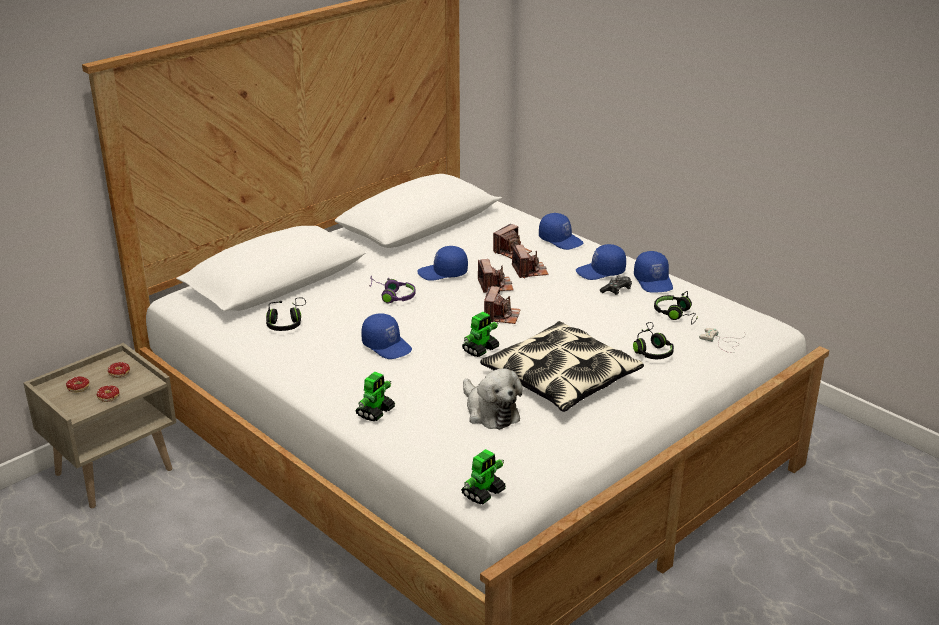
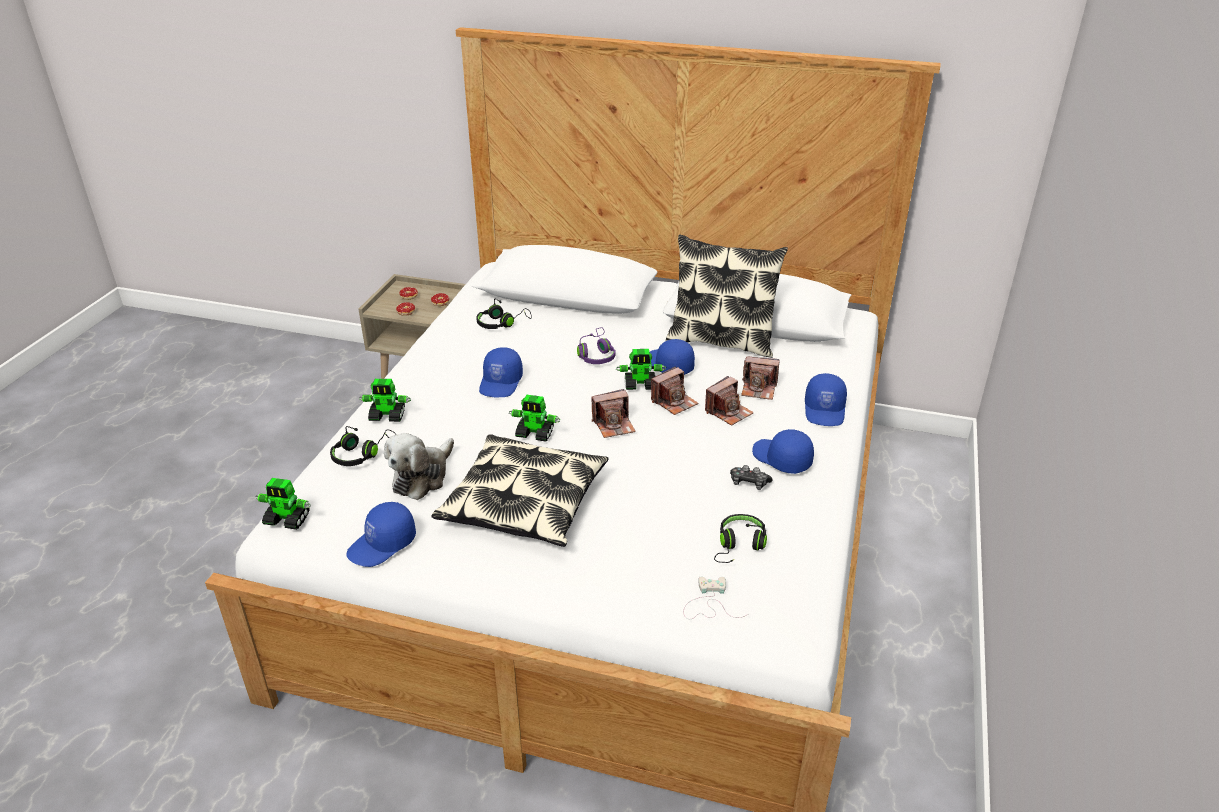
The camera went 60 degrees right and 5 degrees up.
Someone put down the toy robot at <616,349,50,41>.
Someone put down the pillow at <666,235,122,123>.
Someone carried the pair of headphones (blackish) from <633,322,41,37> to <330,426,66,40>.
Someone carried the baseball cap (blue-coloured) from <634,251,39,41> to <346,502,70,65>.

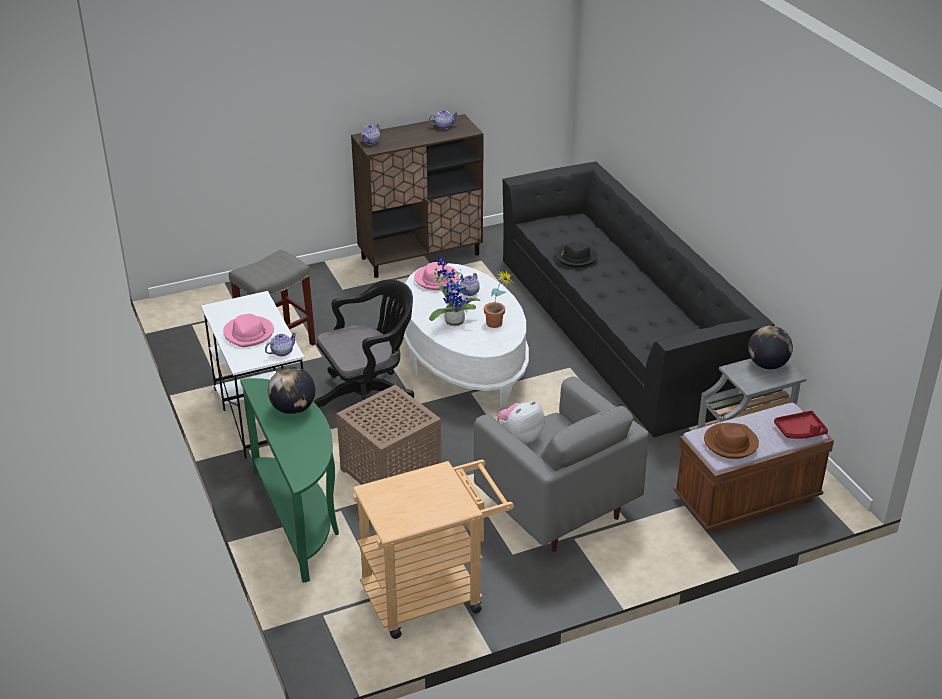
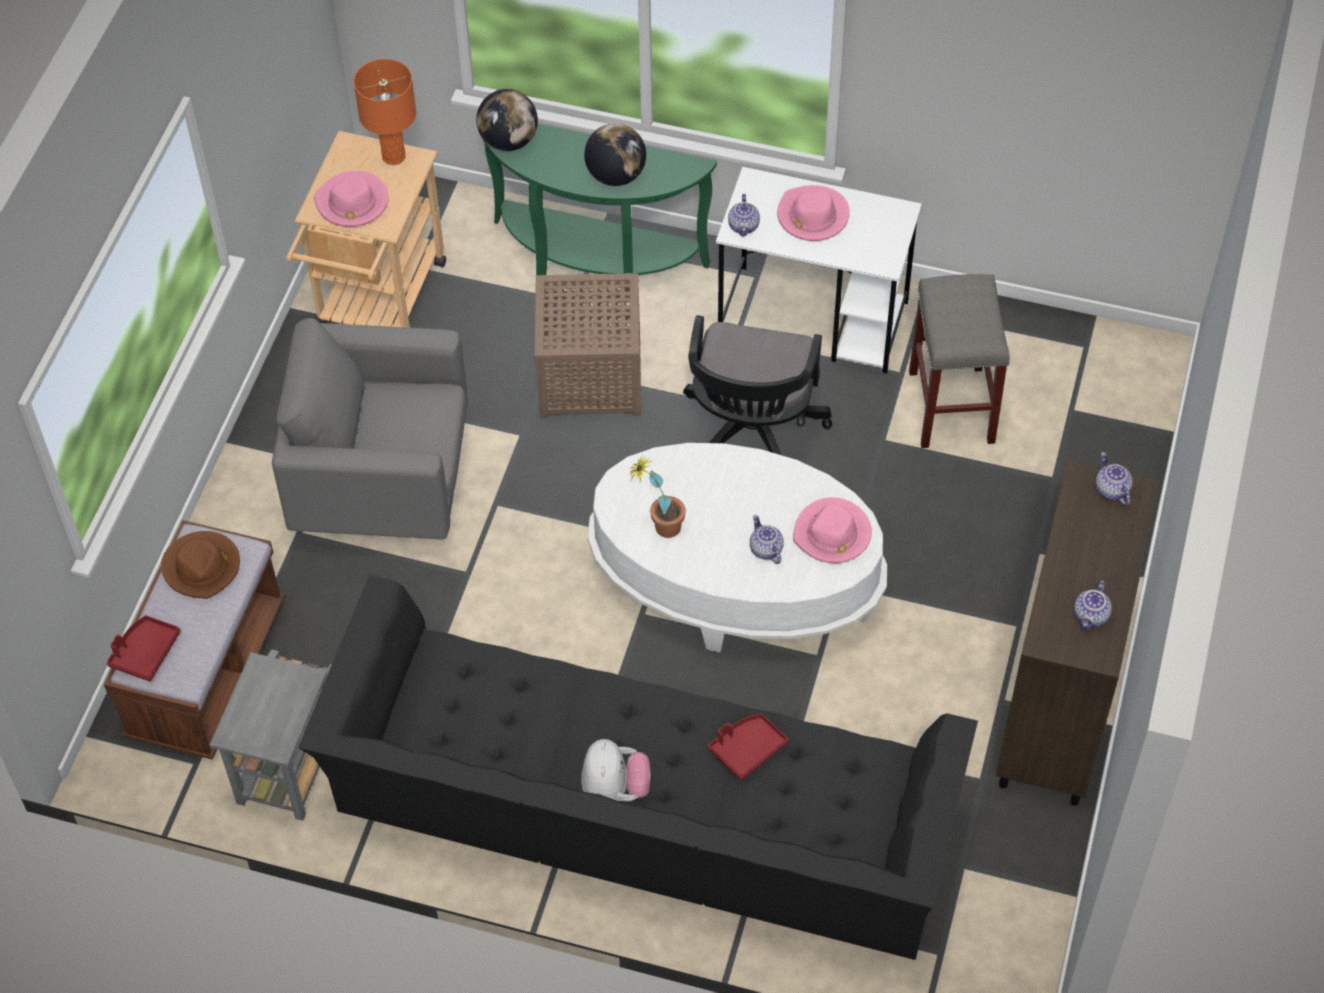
The camera went 130 degrees right and 20 degrees up.
Someone took away the potted plant at <429,256,51,70>.
Someone put down the clothing hat (pink) at <314,171,74,56>.
Someone put down the tabletop lamp (orange) at <354,59,62,106>.
Someone carried the plush toy from <497,401,48,43> to <581,739,69,62>.
Someone carried the world globe from <748,326,45,43> to <476,89,62,62>.
Someone swapped the clothing hat (blackish) at <555,242,44,25> for the carrying tray (red-coloured) at <708,713,81,67>.

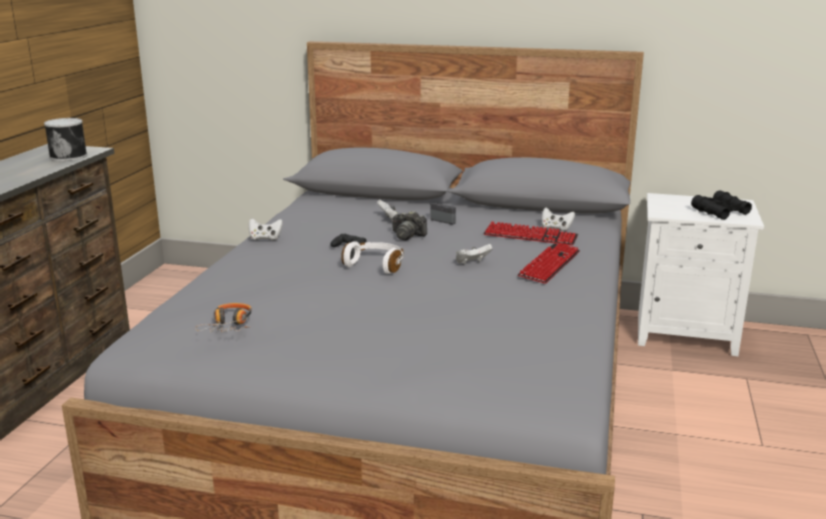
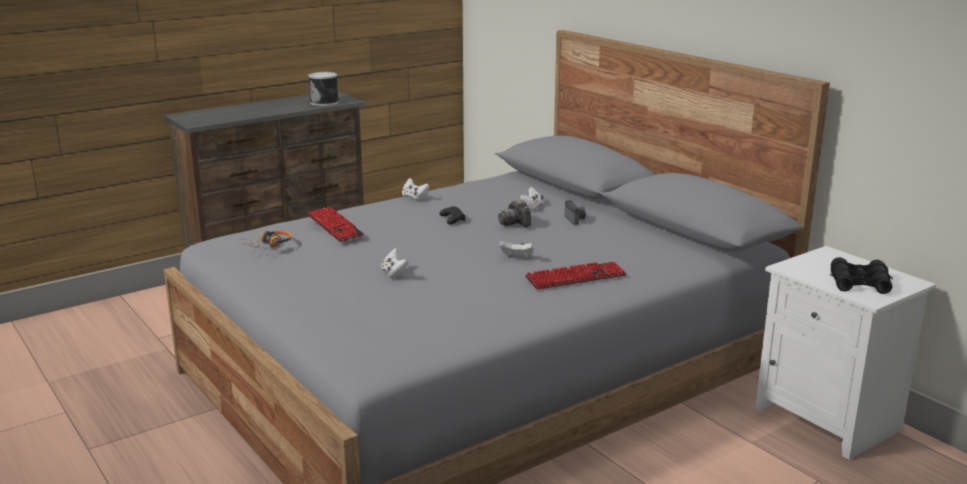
The camera went 40 degrees right and 0 degrees up.
Someone took away the pair of headphones (white-coloured) at <341,241,63,33>.
Someone carried the keyboard from <483,221,95,24> to <307,206,57,36>.
Someone carried the game controller (white-coloured) from <542,208,33,23> to <381,248,28,30>.

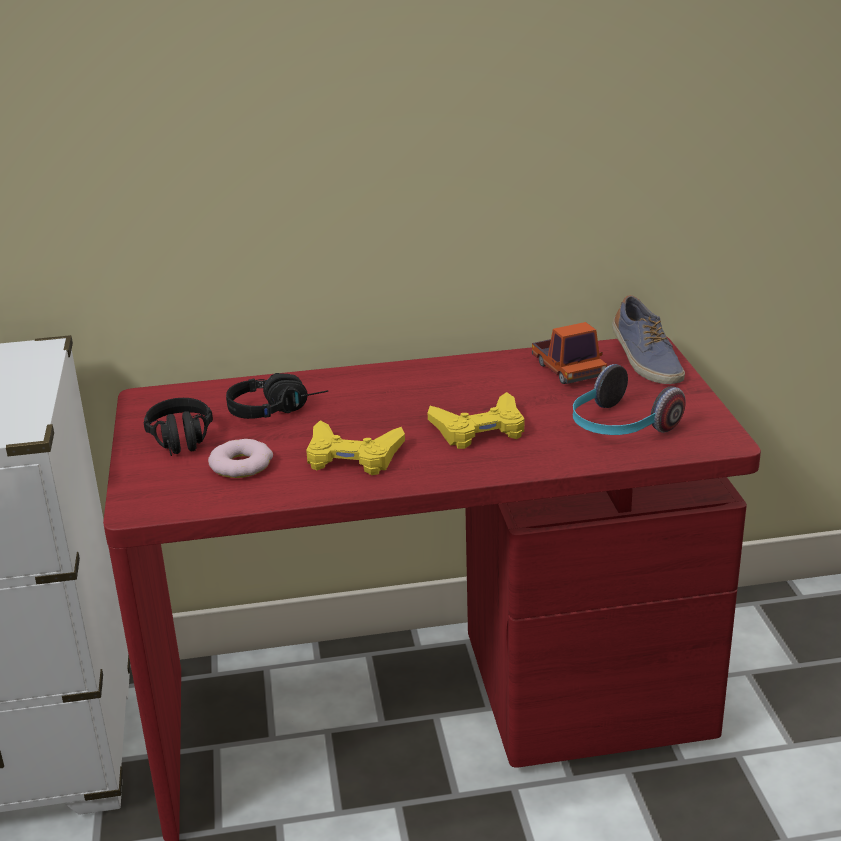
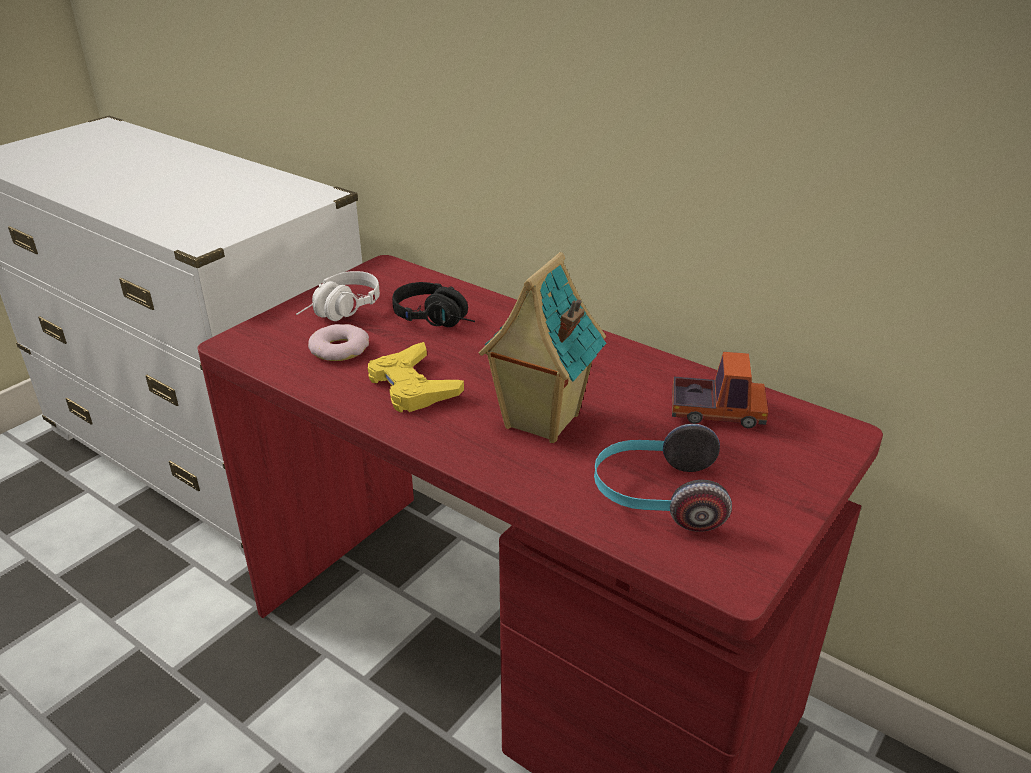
The camera went 45 degrees right and 5 degrees up.
Someone took away the item of footwear at <612,295,73,89>.
Someone swapped the game controller (yellowish) at <428,392,96,57> for the toy house at <479,252,128,191>.
Someone repainted the pair of headphones (blackish) at <144,398,69,58>, which became the pair of headphones (white-coloured) at <296,271,84,50>.
Someone rotated the model truck at <532,322,75,62> by 105 degrees counterclockwise.

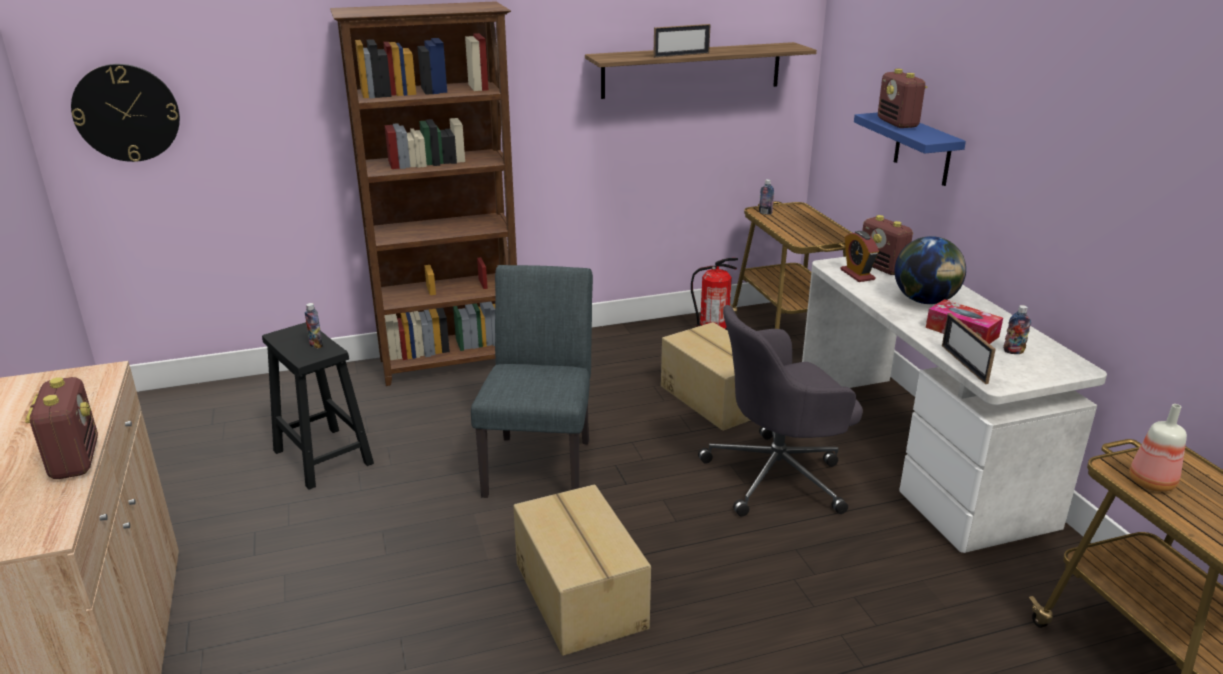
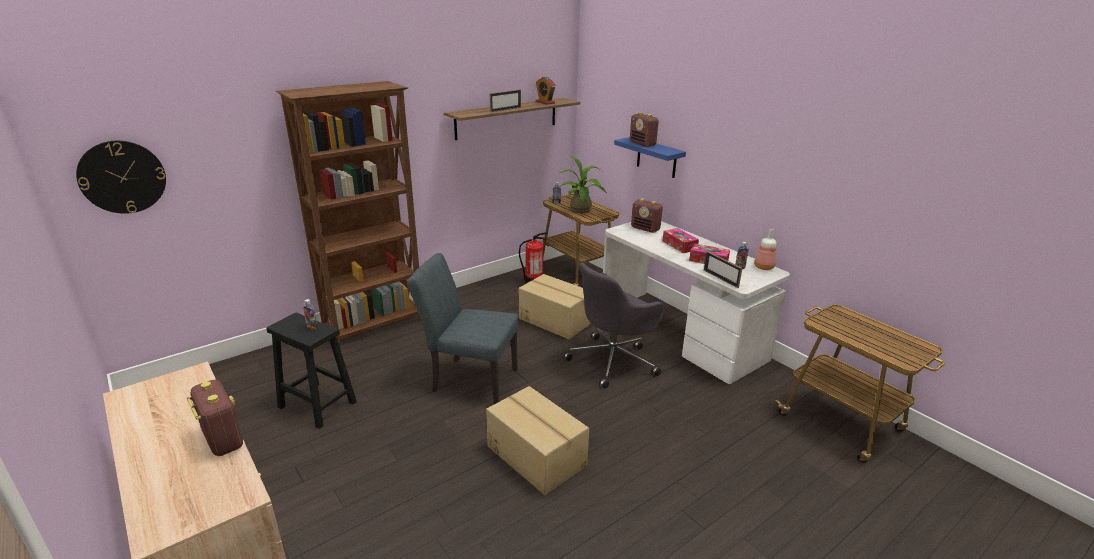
The camera went 20 degrees left and 0 degrees up.
Someone put down the potted plant at <560,156,47,57>.
Someone carried the table clock from <841,231,38,51> to <536,77,20,28>.
Someone carried the drink bottle from <1129,404,58,88> to <754,229,23,41>.
Someone swapped the world globe at <894,236,72,68> for the tissue box at <662,228,37,25>.
Someone rotated the chair (greyish) at <471,265,122,233> by 60 degrees counterclockwise.

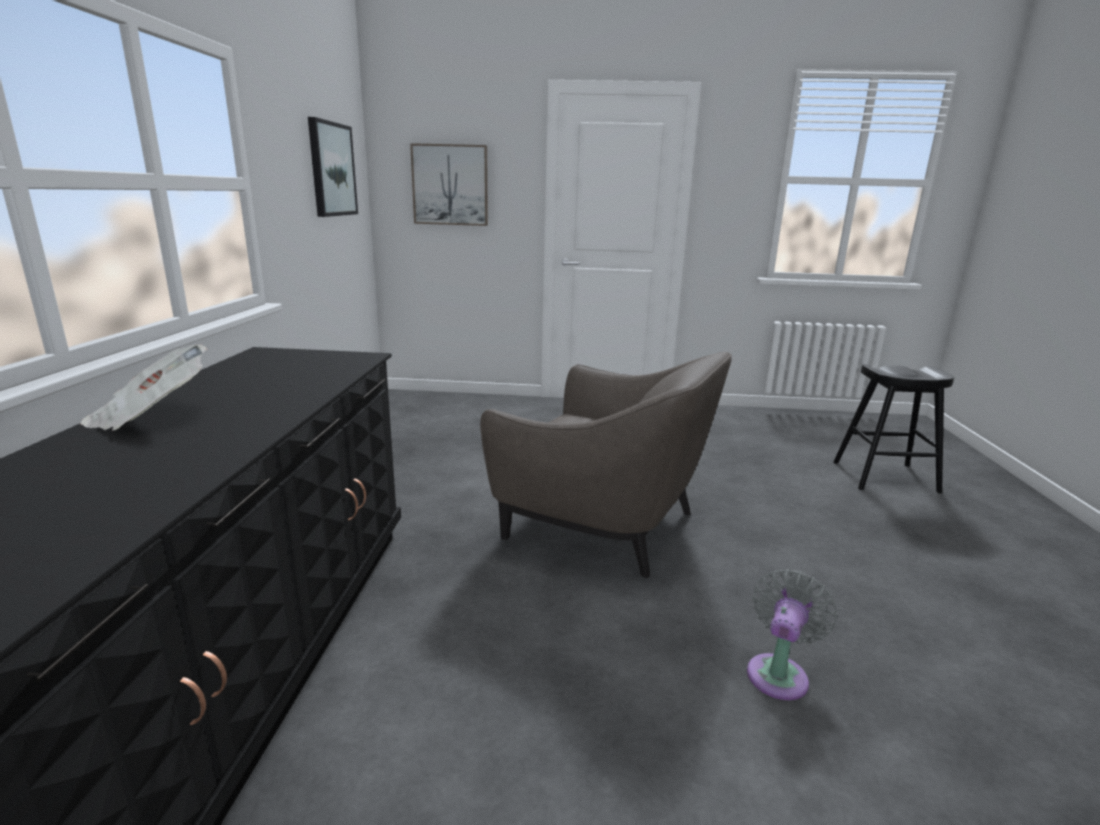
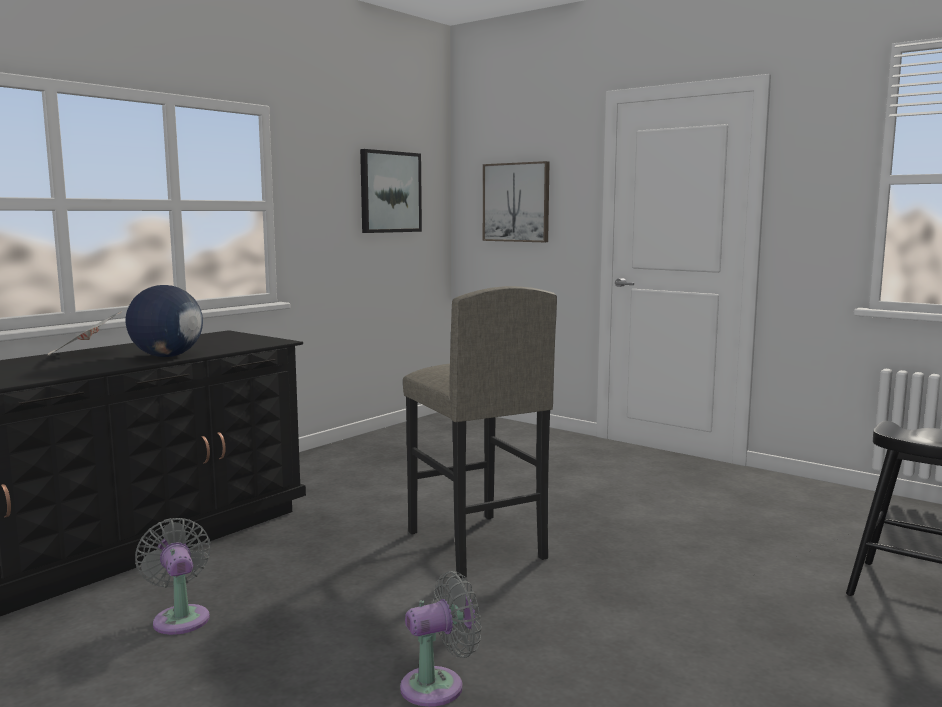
The camera went 35 degrees right and 10 degrees down.
Someone put down the world globe at <126,285,77,72>.
Someone put down the electric fan (greyish) at <135,518,76,117>.
Someone swapped the lounge chair (greyish) at <480,352,252,226> for the stool (greyish) at <403,286,154,292>.

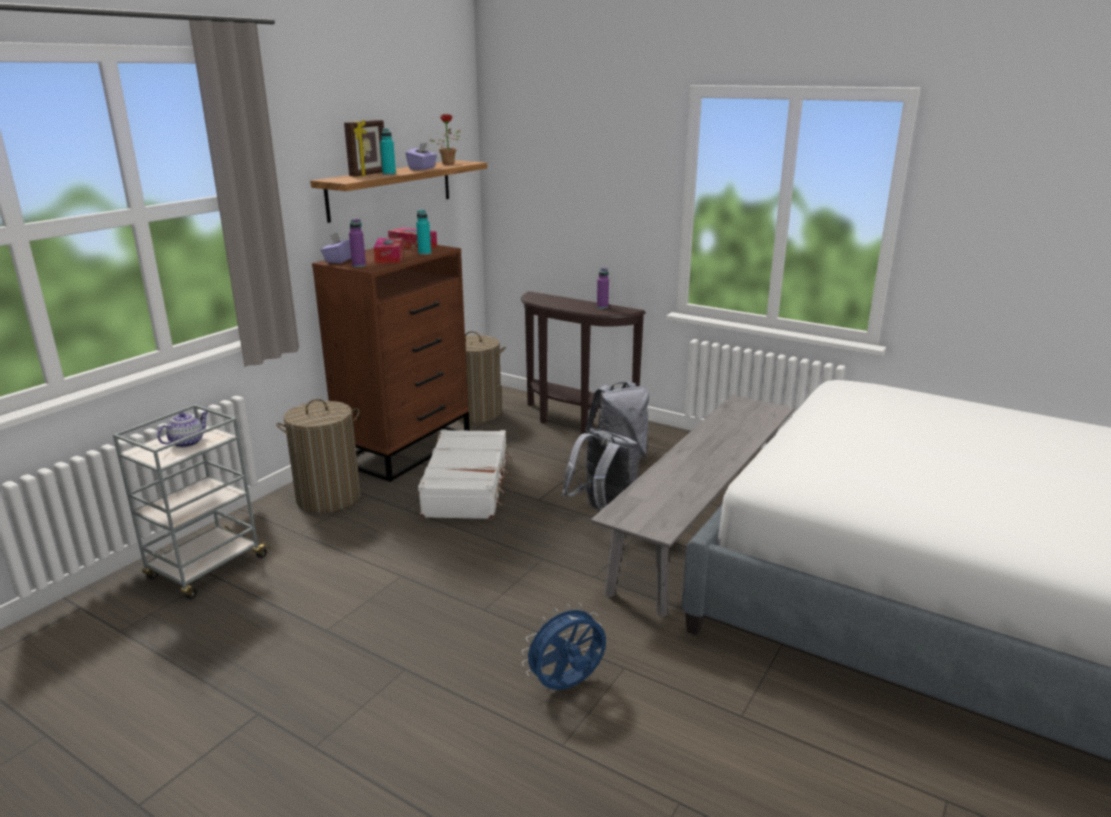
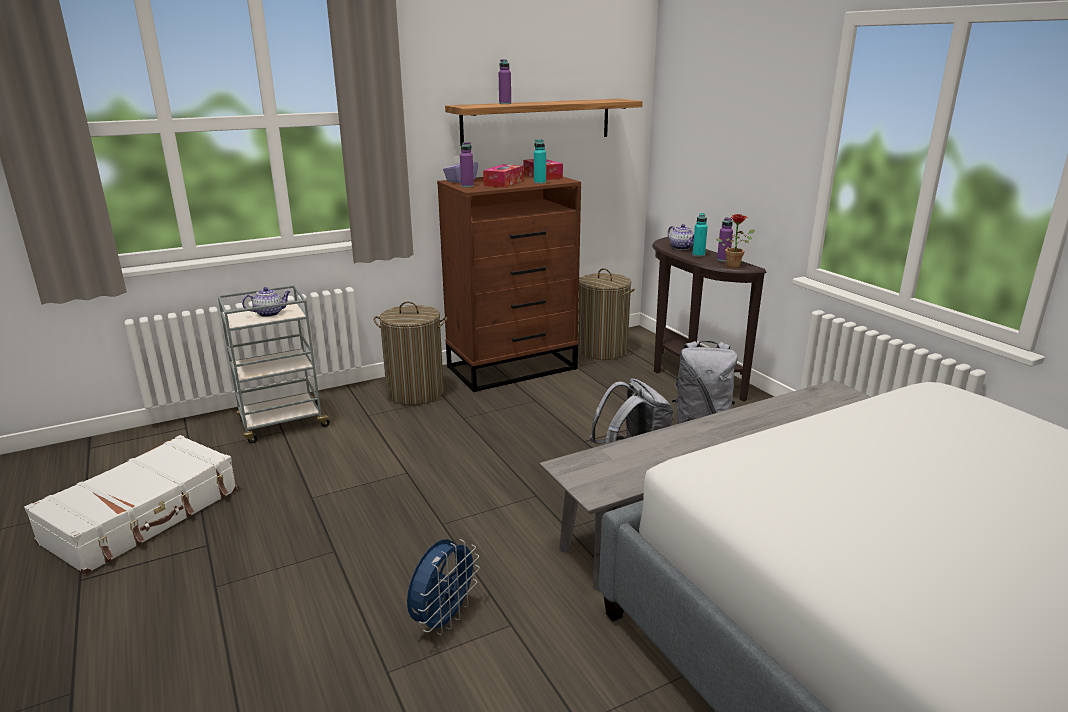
The camera went 30 degrees right and 0 degrees up.
Someone took away the tissue box (purplish) at <406,142,31,28>.
Someone put down the tea pot at <668,224,26,26>.
Someone carried the drink bottle (blue-green) from <380,128,16,47> to <692,213,16,44>.
Someone carried the suitcase (white-coloured) from <418,429,93,90> to <24,435,213,140>.
Someone carried the potted plant from <430,114,31,51> to <716,214,39,54>.
Someone swapped the photo frame at <344,119,40,58> for the drink bottle (purplish) at <499,59,12,45>.
Someone rotated the electric fan (blue-coloured) at <522,603,84,87> by 120 degrees clockwise.

